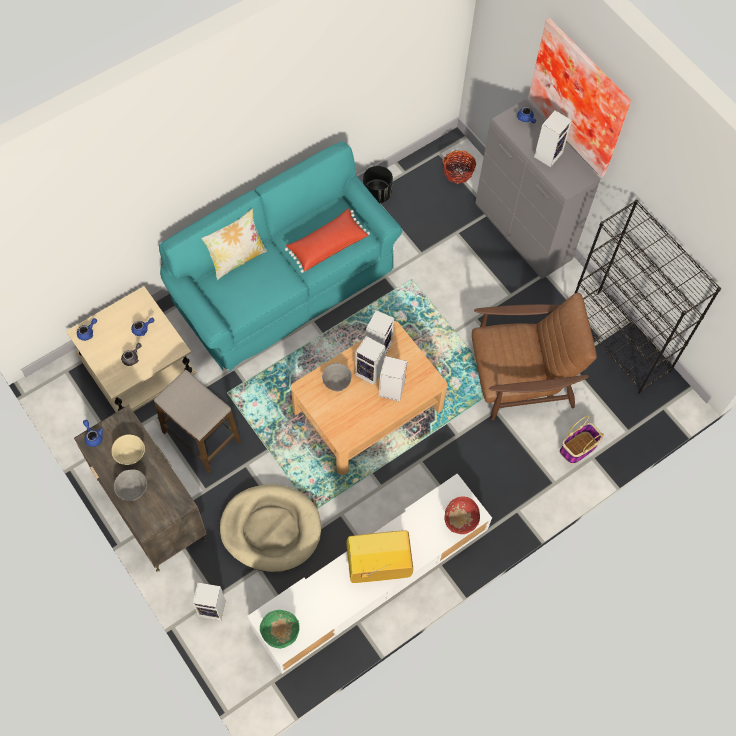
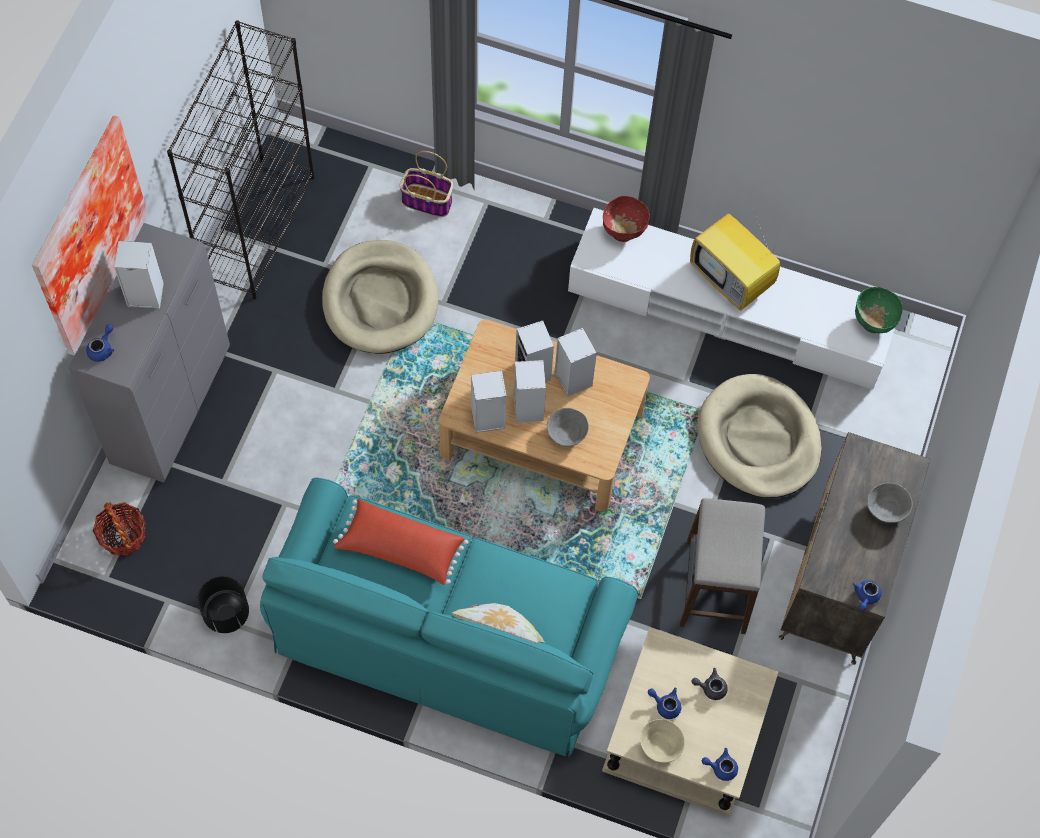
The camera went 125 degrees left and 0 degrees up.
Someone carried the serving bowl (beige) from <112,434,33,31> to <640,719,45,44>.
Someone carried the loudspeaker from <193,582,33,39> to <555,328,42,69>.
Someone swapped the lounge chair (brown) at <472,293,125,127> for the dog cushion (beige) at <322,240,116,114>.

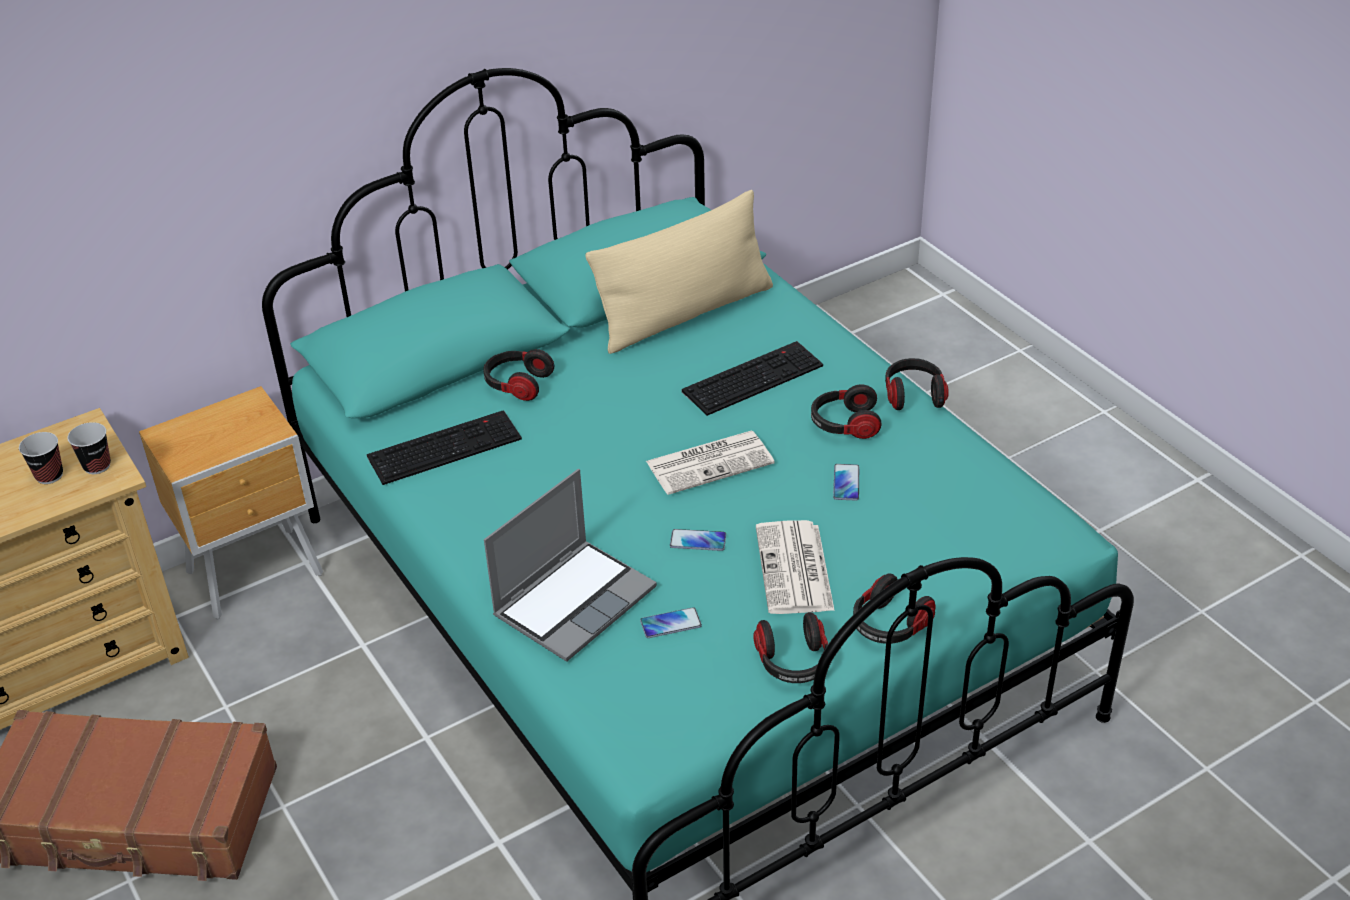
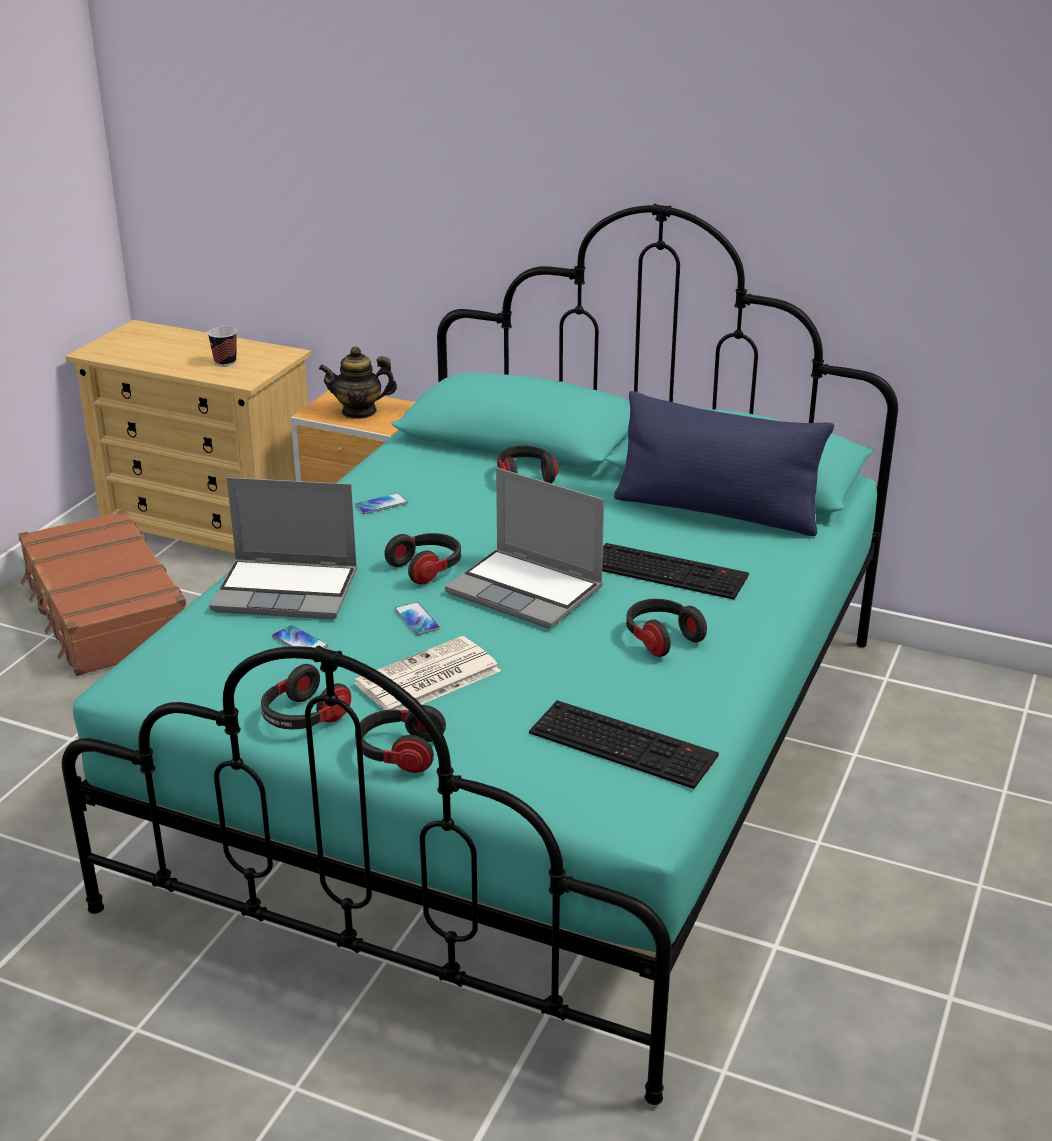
The camera went 55 degrees right and 10 degrees down.
Someone took away the small cup at <67,422,44,52>.
Someone put down the tea pot at <319,346,78,73>.
Someone carried the keyboard from <367,410,155,75> to <529,700,190,89>.
Someone carried the telephone from <833,464,26,37> to <355,493,53,21>.
Someone carried the pair of headphones from <885,358,64,52> to <384,533,77,51>.
Someone swapped the printed paper at <646,430,128,65> for the portable computer at <445,468,159,161>.
Someone repainted the pillow (beige) at <585,190,188,164>, which became the pillow (blue-coloured) at <614,391,220,145>.

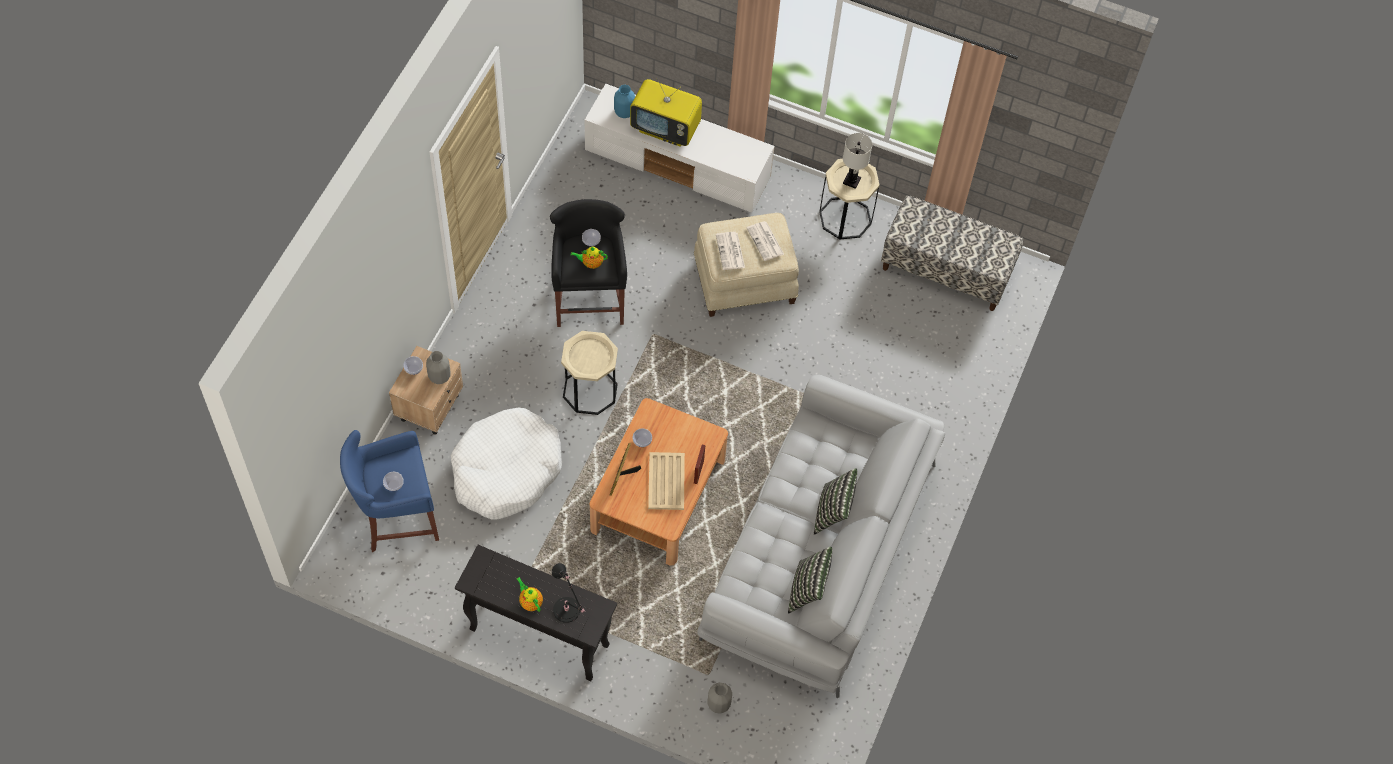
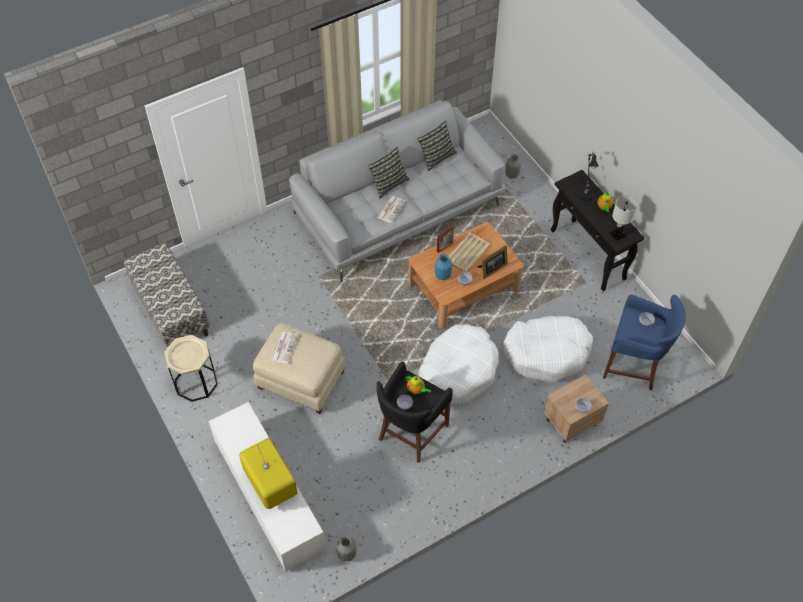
The camera went 140 degrees left and 5 degrees down.
Someone carried the decorative vase (greyish) from <426,351,24,33> to <337,536,19,25>.
Someone carried the decorative vase (blue-coloured) from <614,85,21,33> to <435,254,17,26>.
Someone carried the printed paper from <716,232,29,38> to <377,196,28,27>.
Someone carried the tabletop lamp (white-coloured) from <843,133,29,56> to <610,195,27,46>.
Someone swapped the accent table (beige) at <561,331,57,84> for the dog cushion (white-coloured) at <418,324,81,81>.

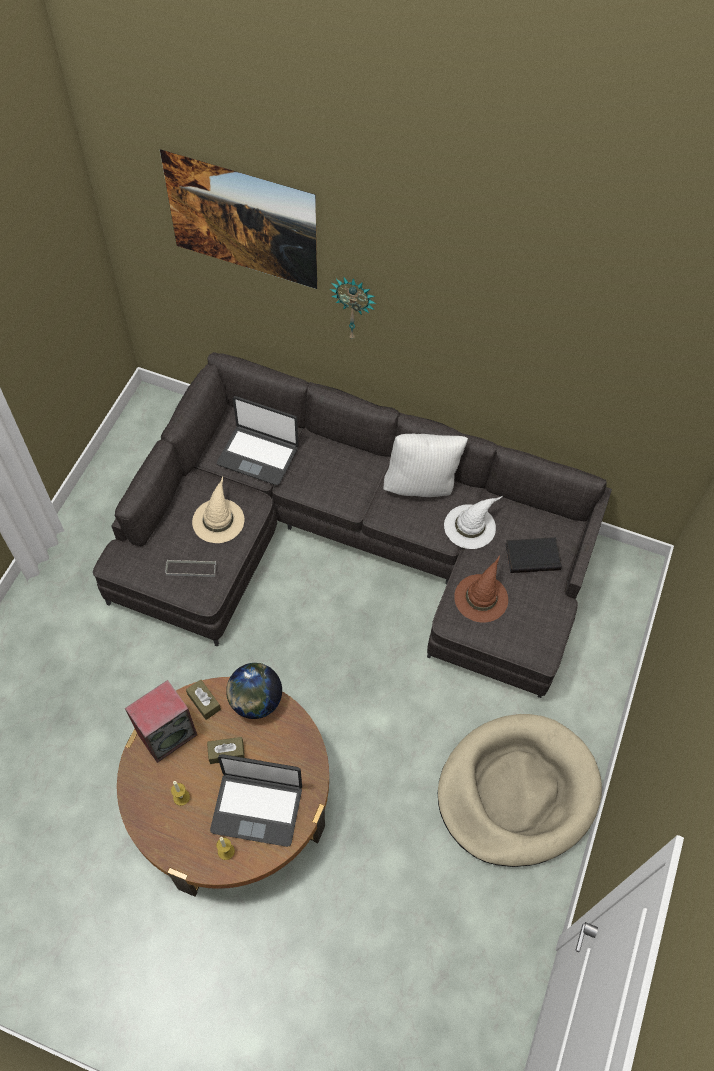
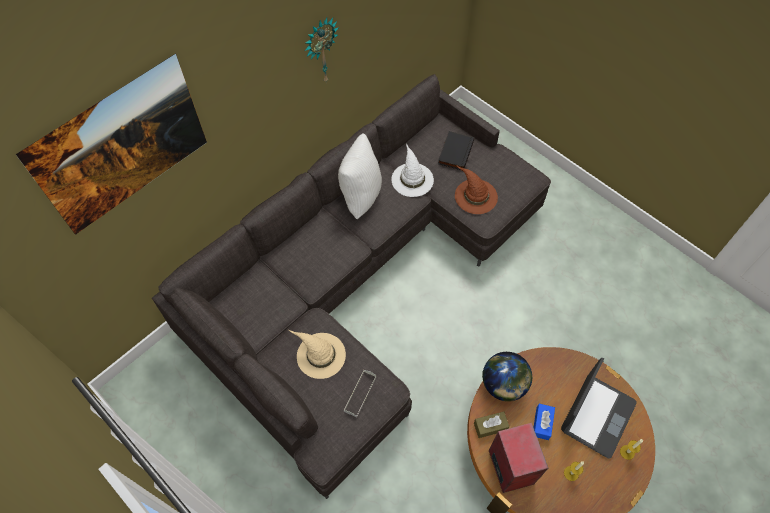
The camera went 65 degrees left and 0 degrees up.
Someone took away the portable computer at <217,396,81,89>.
Someone took away the dog cushion (beige) at <438,714,164,153>.
Someone carried the clock on the wall from <330,277,46,63> to <305,17,34,66>.
Someone repainted the tissue box (brown) at <207,737,38,27>, which became the tissue box (blue-coloured) at <534,404,21,36>.

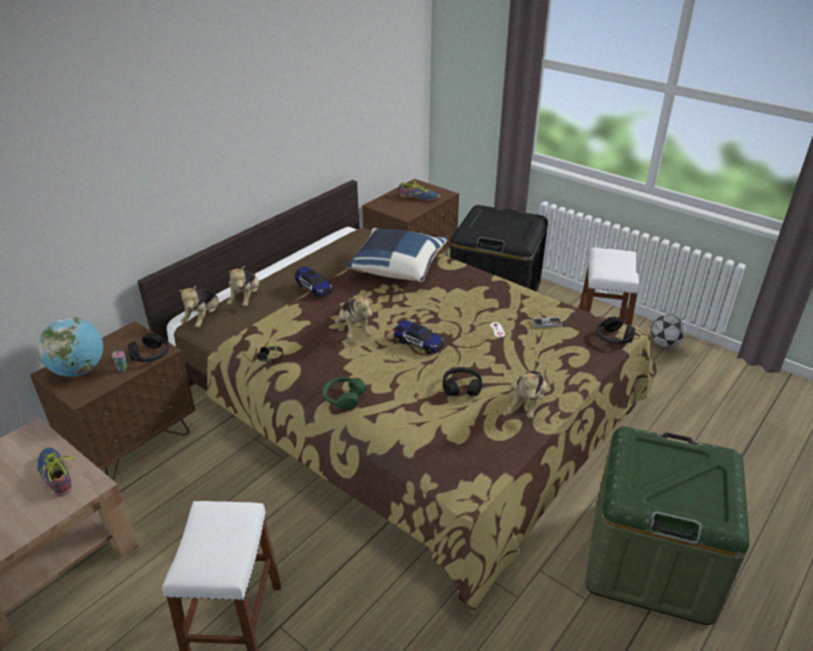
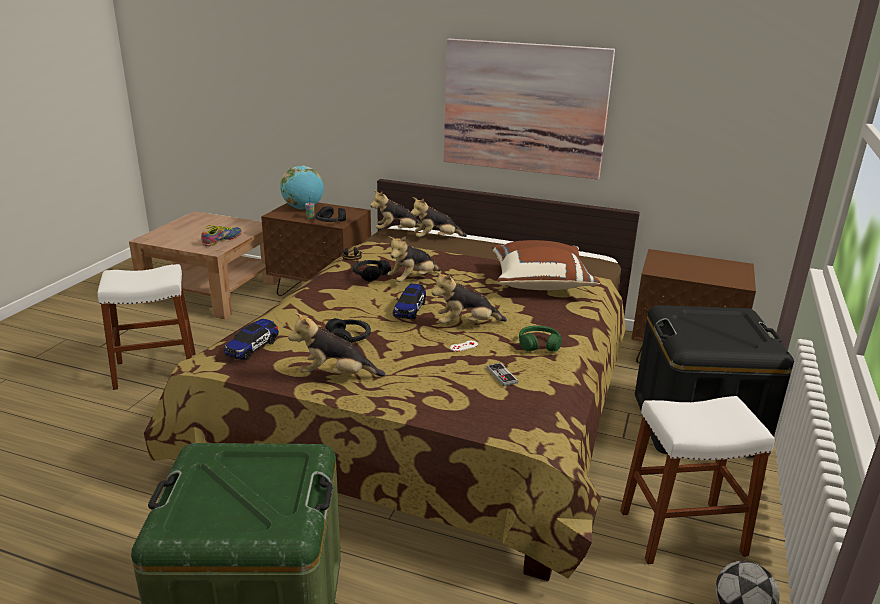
The camera went 70 degrees right and 10 degrees down.
Someone took away the item of footwear at <399,180,41,21>.
Someone put down the plush toy at <432,271,75,53>.
Someone put up the wall picture at <444,39,171,141>.
Someone carried the model car from <295,266,38,32> to <224,319,55,41>.
Someone carried the pair of headphones (green-coloured) from <322,377,44,33> to <519,326,43,26>.
Someone carried the pair of headphones (blackish) from <596,317,39,27> to <353,260,38,22>.
Someone repainted the pillow (blue-coloured) at <346,228,101,54>, which became the pillow (brown) at <492,240,108,50>.

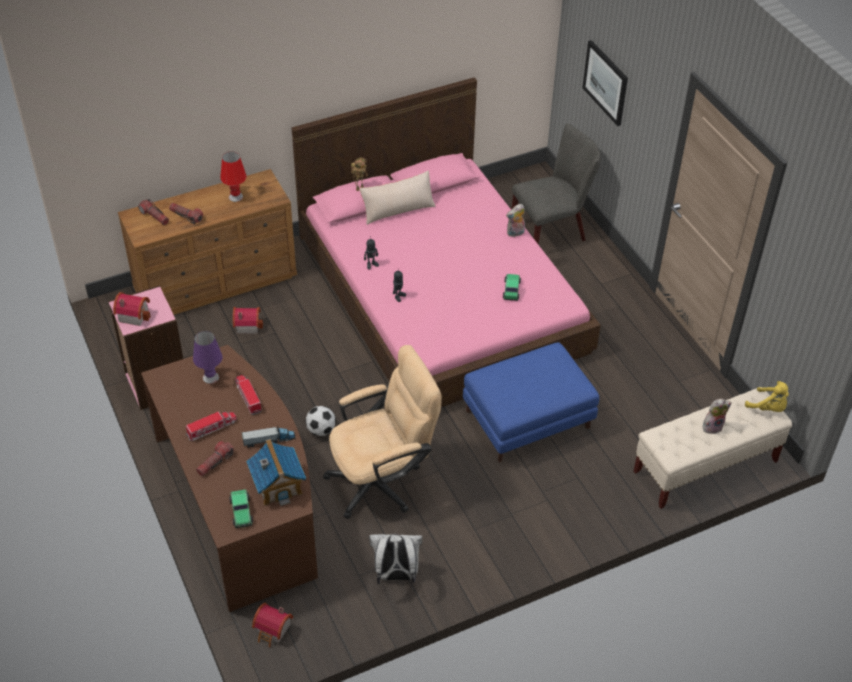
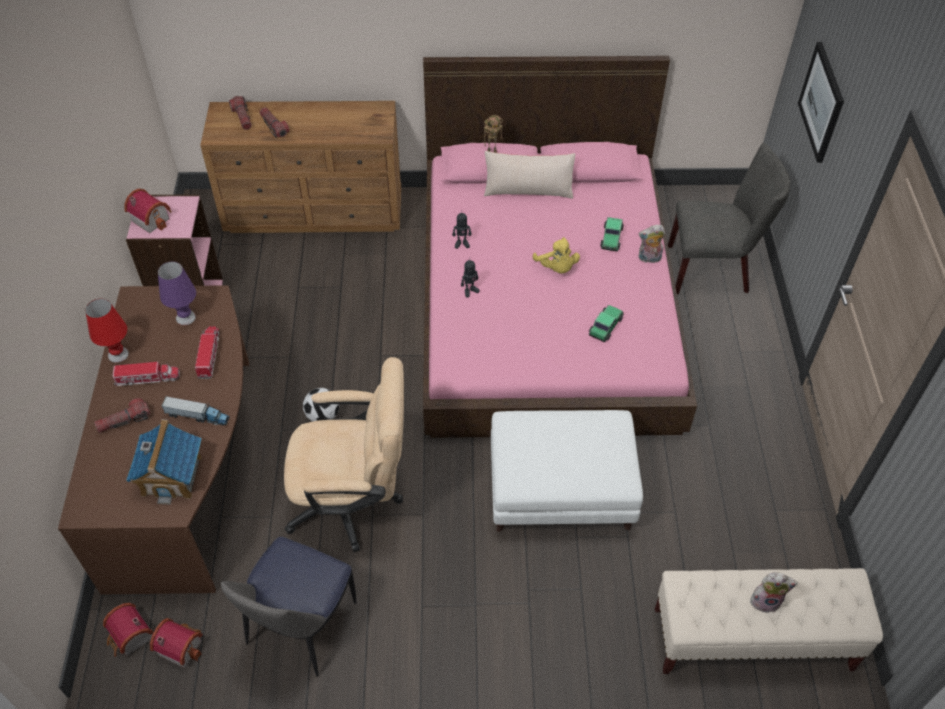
The camera went 25 degrees right and 5 degrees up.
Someone carried the tabletop lamp (red-coloured) from <220,151,26,51> to <85,299,44,64>.
Someone carried the model car from <229,489,24,39> to <600,217,24,34>.
Someone carried the toy house from <233,307,30,27> to <150,618,53,50>.
Someone carried the plush toy (yellowish) from <745,381,44,31> to <533,237,47,36>.
Someone swapped the backpack (white-coloured) at <369,534,53,50> for the chair at <221,537,135,140>.
Someone repainted the ottoman (blue-coloured) at <463,342,136,120>, which became the ottoman (white-coloured) at <491,410,152,122>.

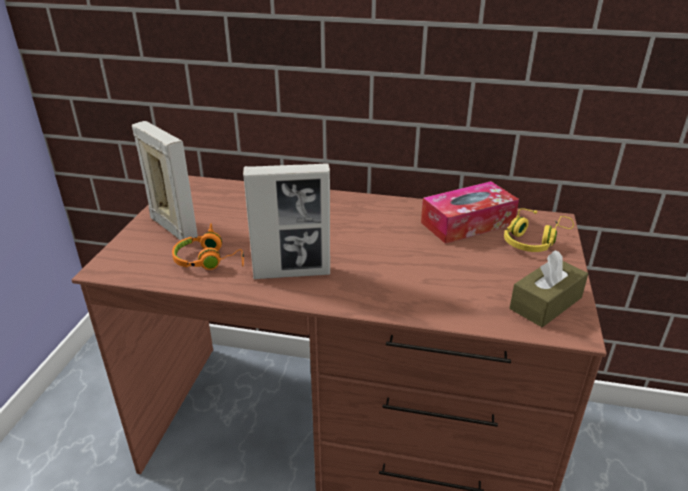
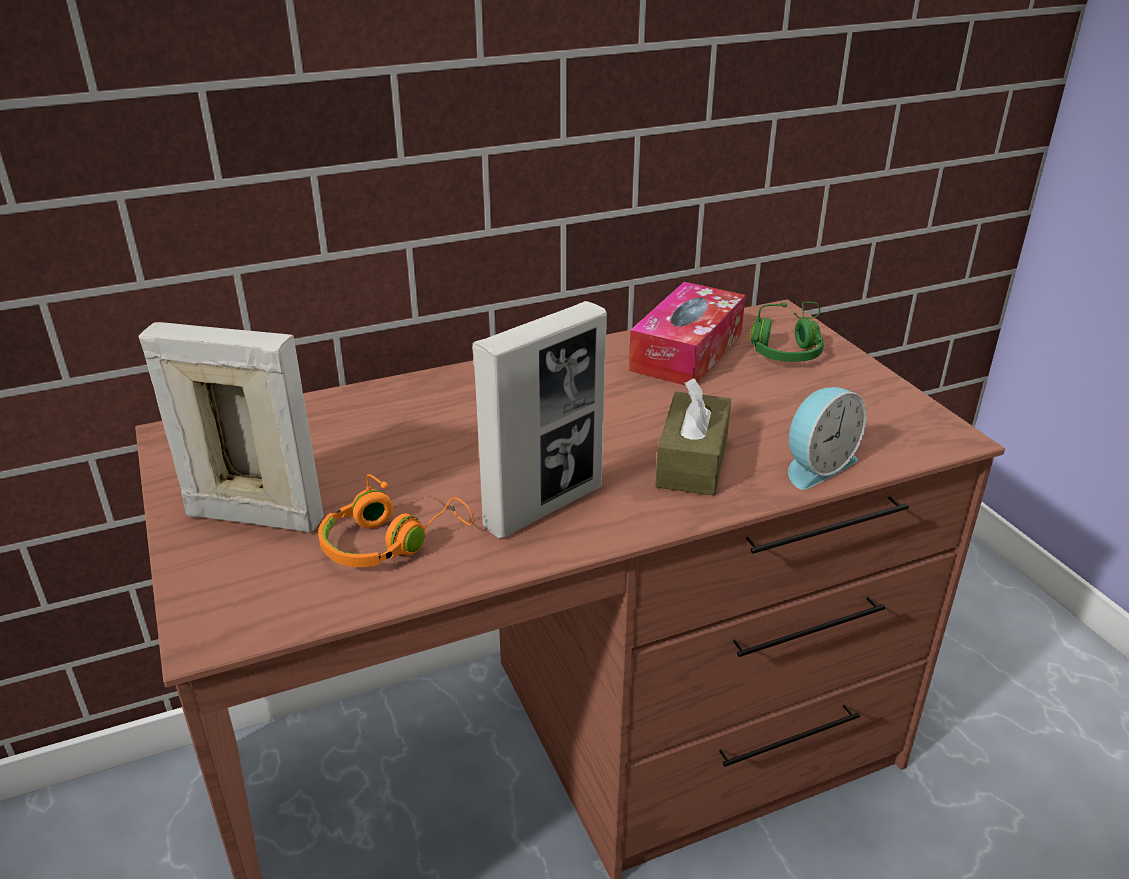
The camera went 35 degrees left and 0 degrees up.
Someone put down the table clock at <788,387,79,103>.
Someone carried the tissue box (brown) from <510,250,78,77> to <655,378,76,118>.
Someone repainted the pair of headphones (yellowish) at <504,208,70,44>, which became the pair of headphones (green-coloured) at <750,302,74,60>.

